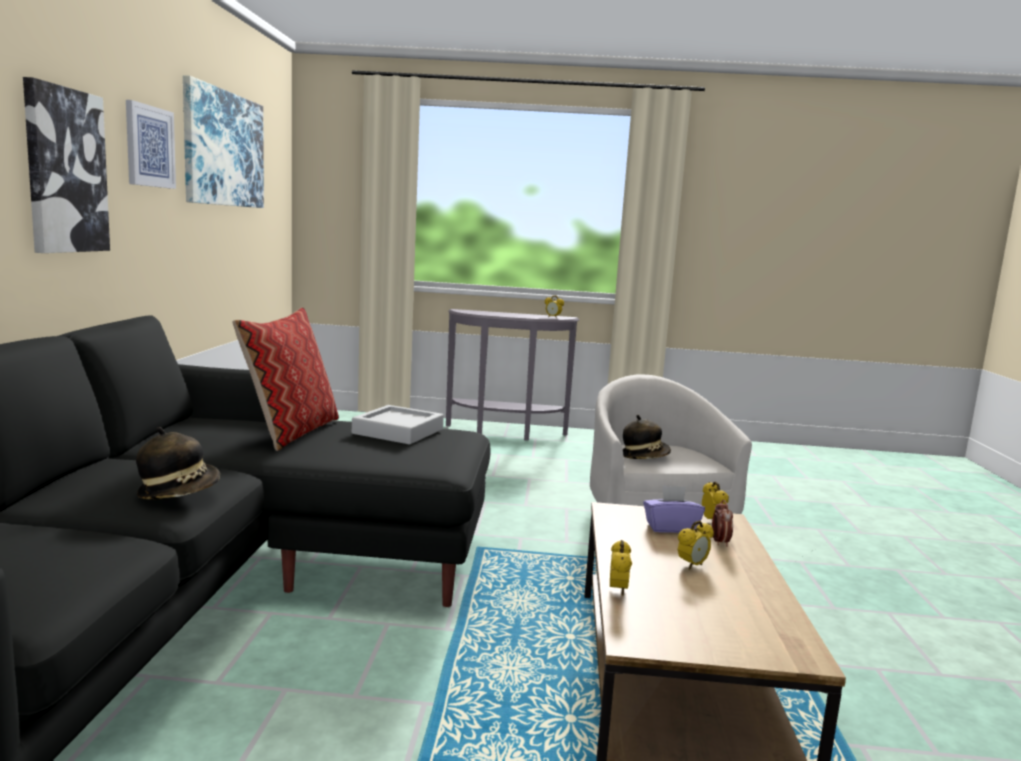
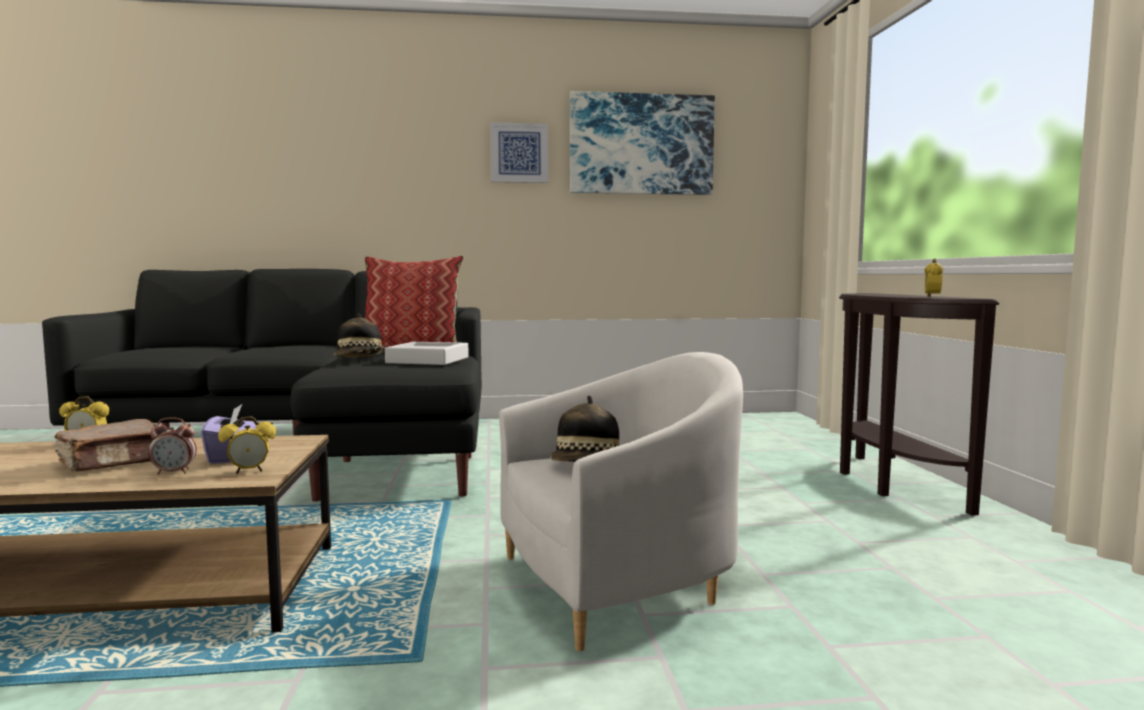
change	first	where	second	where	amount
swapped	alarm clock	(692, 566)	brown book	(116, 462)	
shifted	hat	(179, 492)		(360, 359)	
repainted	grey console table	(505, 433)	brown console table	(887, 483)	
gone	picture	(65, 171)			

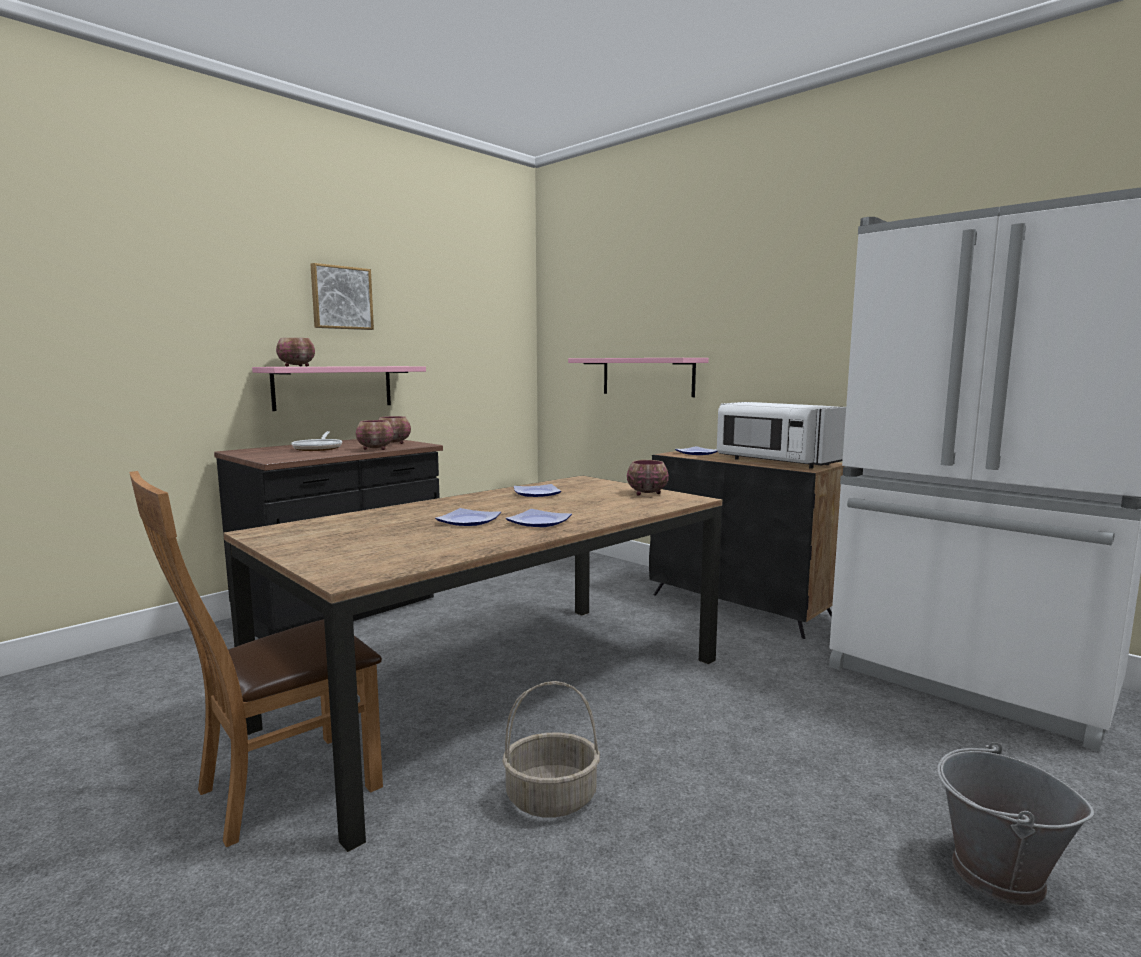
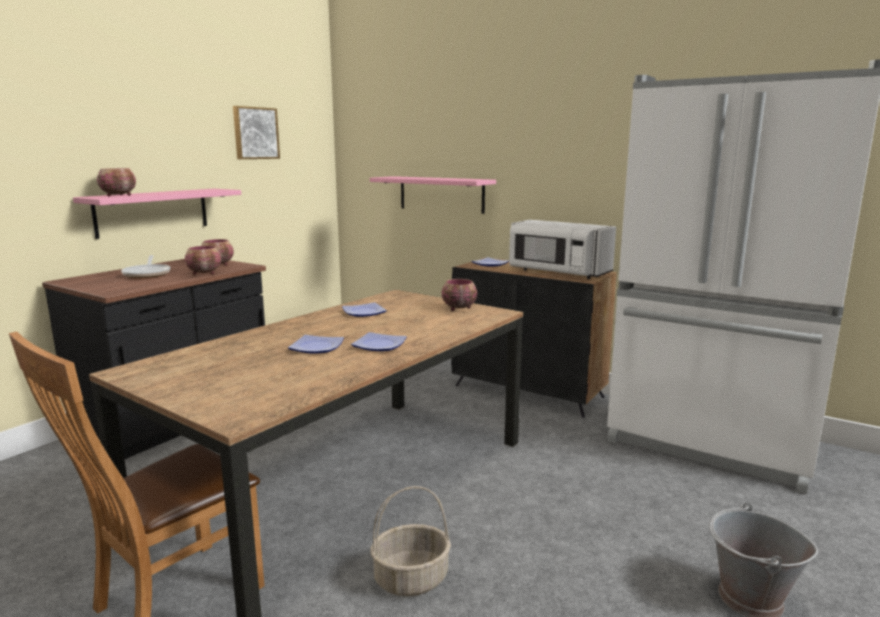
change	first	where	second	where	amount
shifted	picture	(341, 298)		(255, 133)	

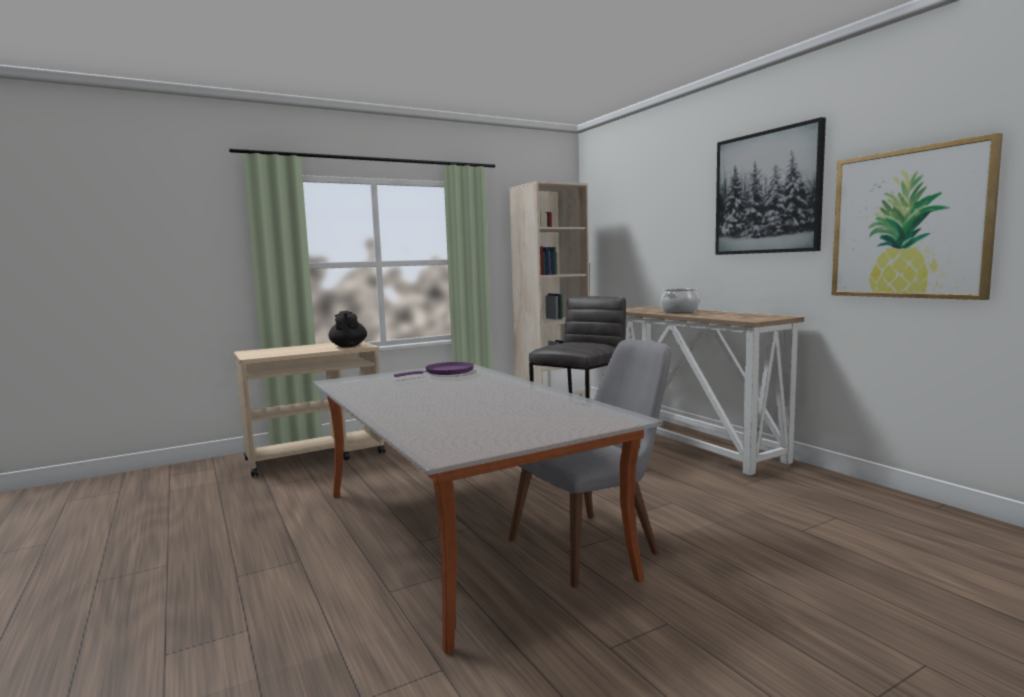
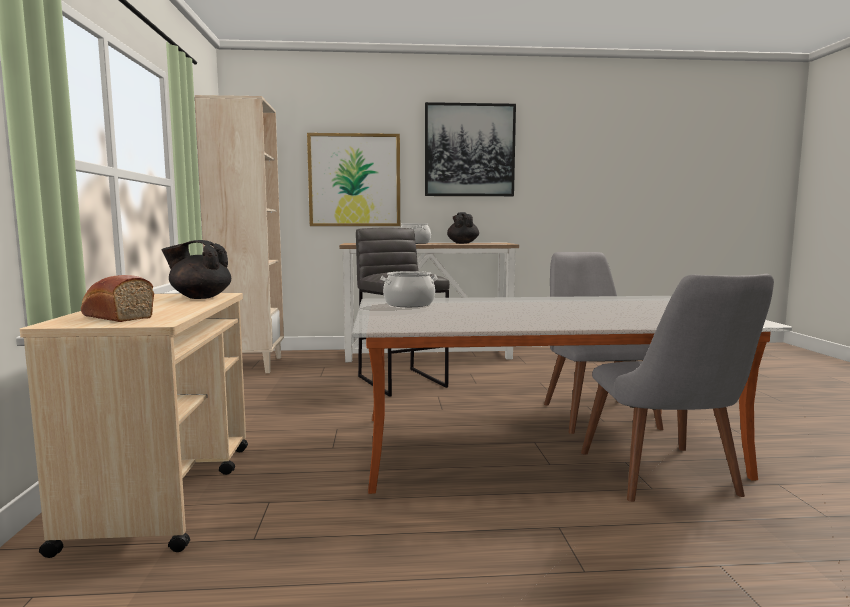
change	first	where	second	where	amount
new			bread	(115, 316)	
shifted	picture	(908, 224)		(354, 180)	
swapped	purple frying pan	(446, 372)	cooking pot	(409, 304)	
new			black teapot	(462, 243)	
new			grey chair	(668, 481)	

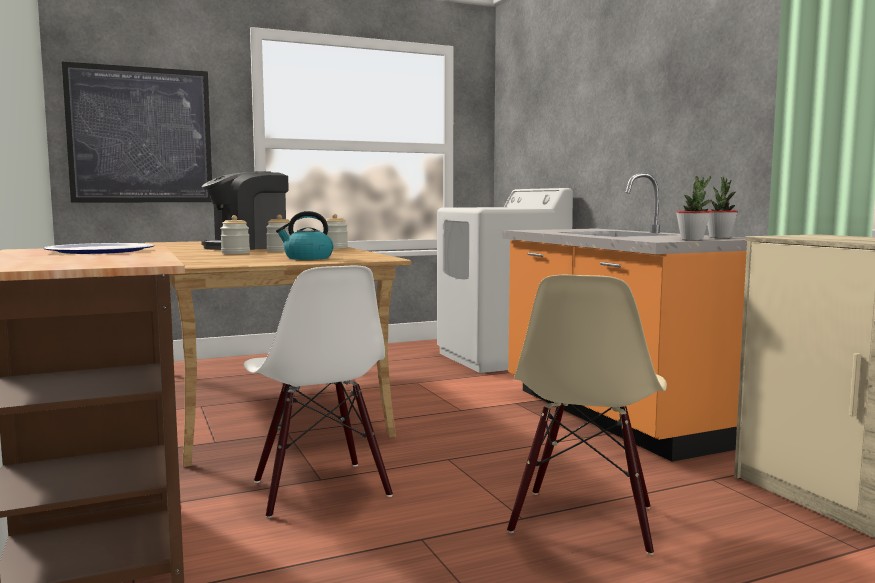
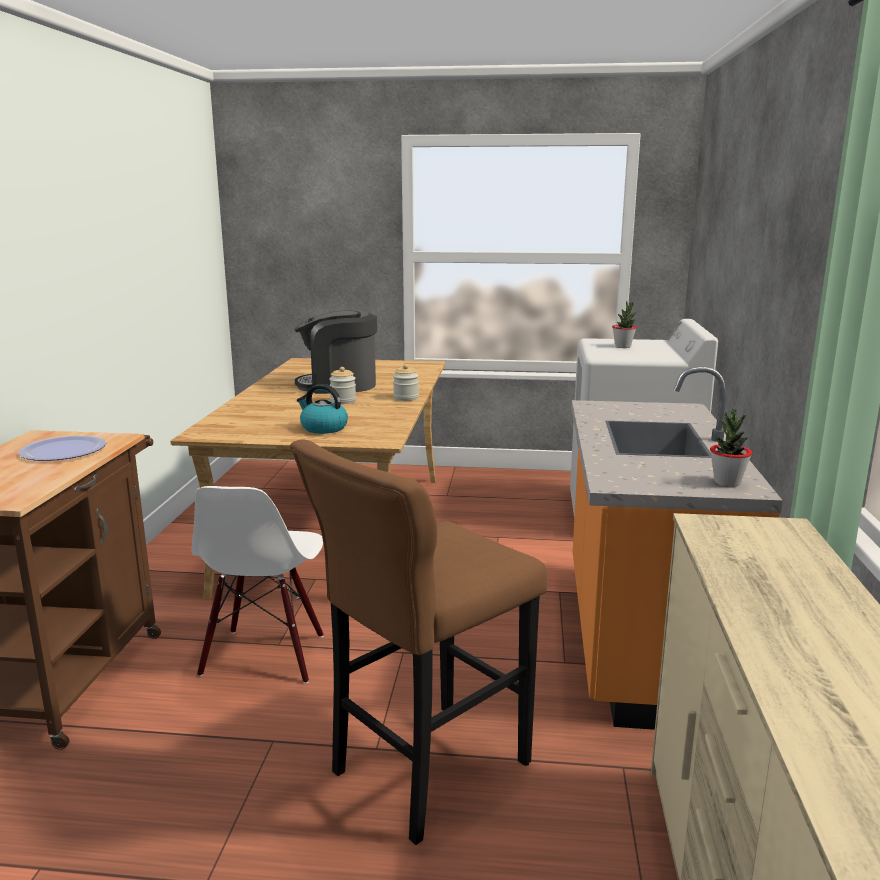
change	first	where	second	where	amount
swapped	beige chair	(584, 520)	brown stool	(424, 772)	
shifted	potted plant	(692, 239)		(623, 346)	
gone	picture	(140, 135)			
gone	jar	(235, 253)			

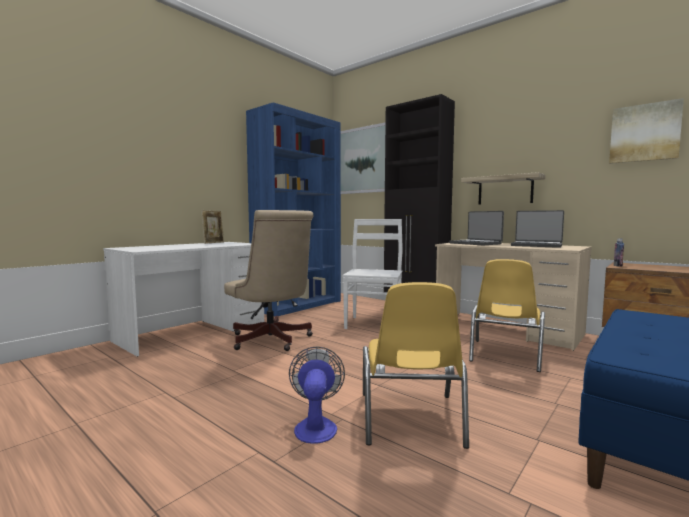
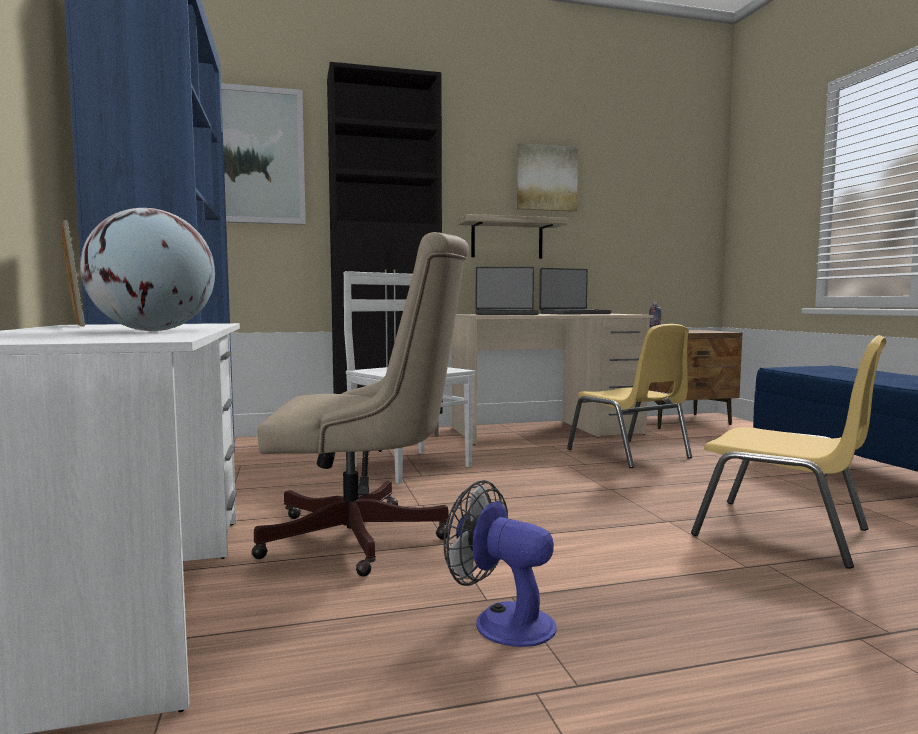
change	first	where	second	where	amount
new			globe	(153, 331)	
shifted	fan	(316, 425)		(501, 621)	
shifted	picture	(644, 133)		(546, 178)	

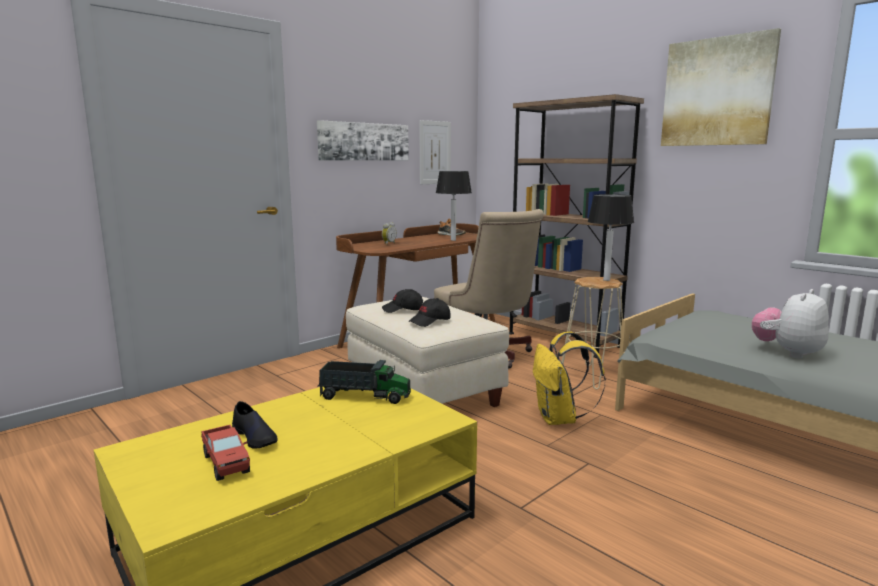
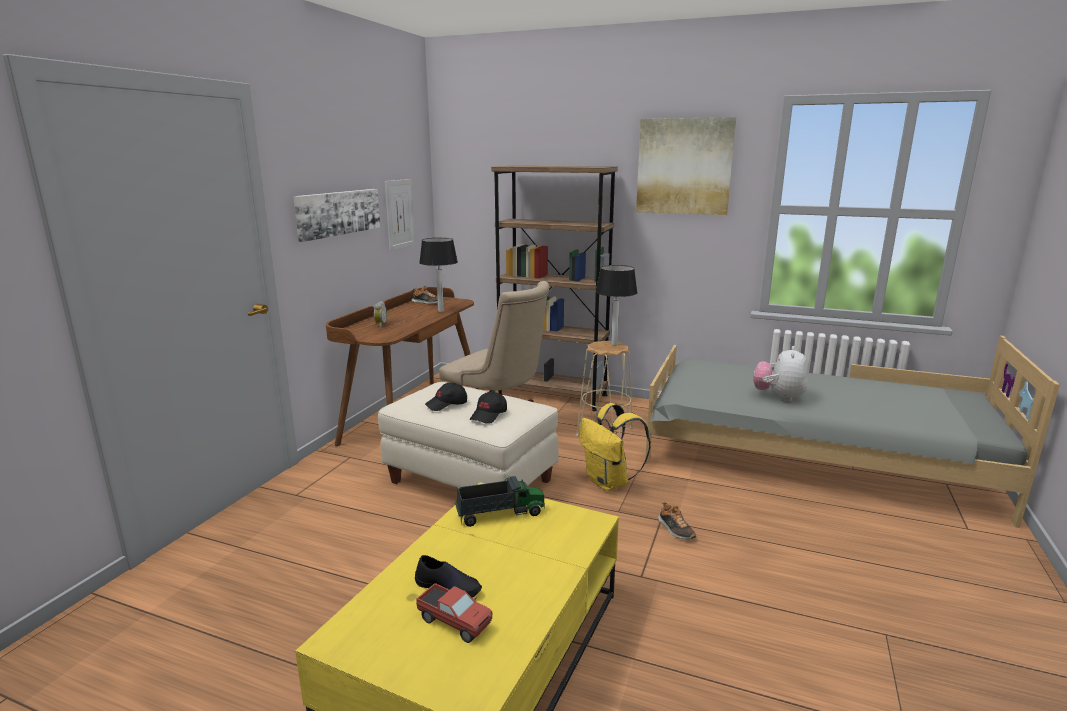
change	first	where	second	where	amount
new			shoe	(675, 529)	

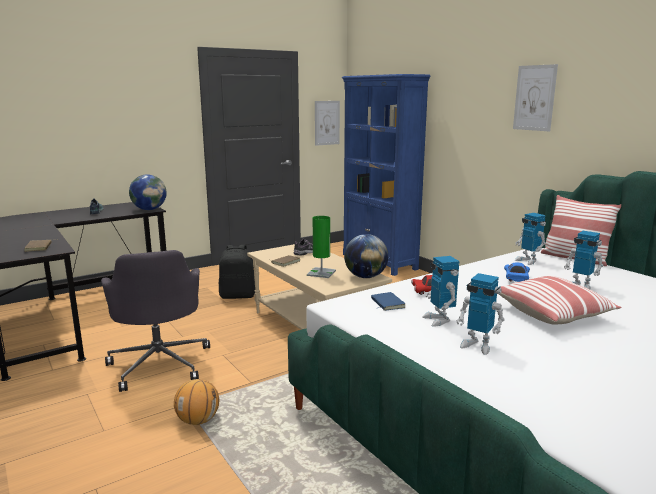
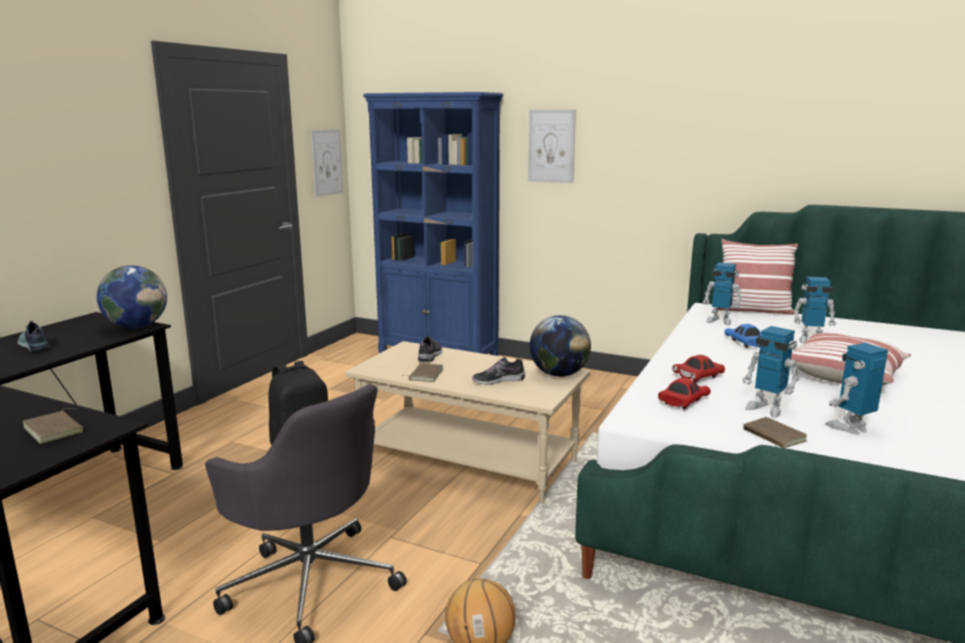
change	first	where	second	where	amount
swapped	green table lamp	(321, 273)	shoe	(498, 381)	
shifted	picture	(534, 98)		(551, 146)	
swapped	blue book	(386, 303)	red toy car	(682, 402)	
new			brown book	(772, 436)	
rotated	toy robot	(477, 345)		(850, 428)	150 degrees clockwise

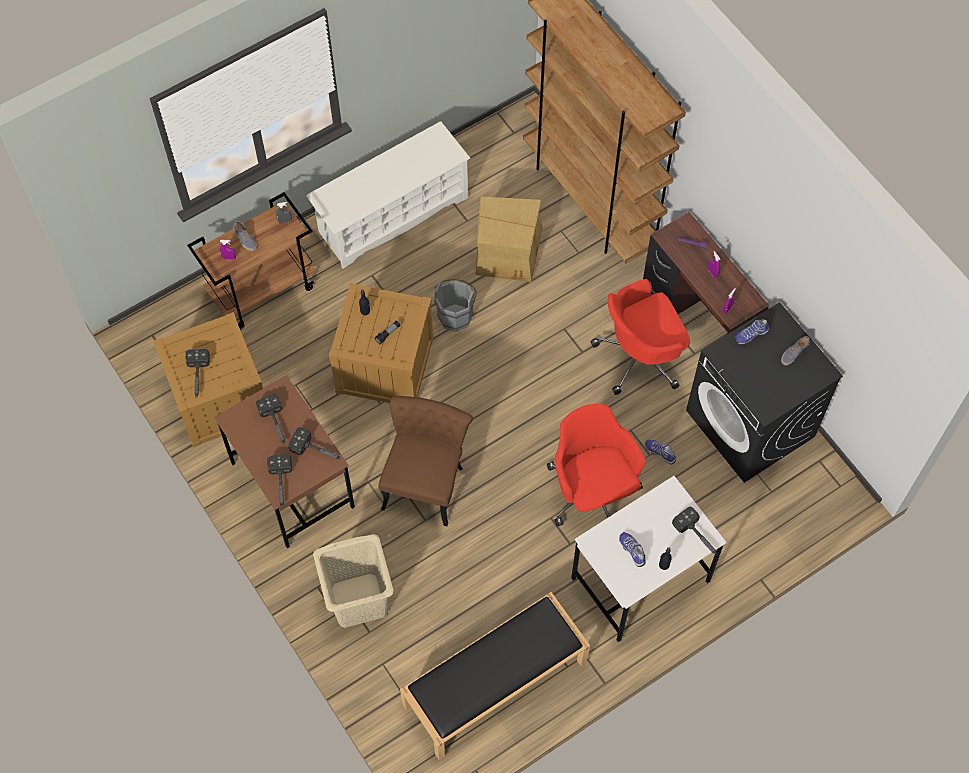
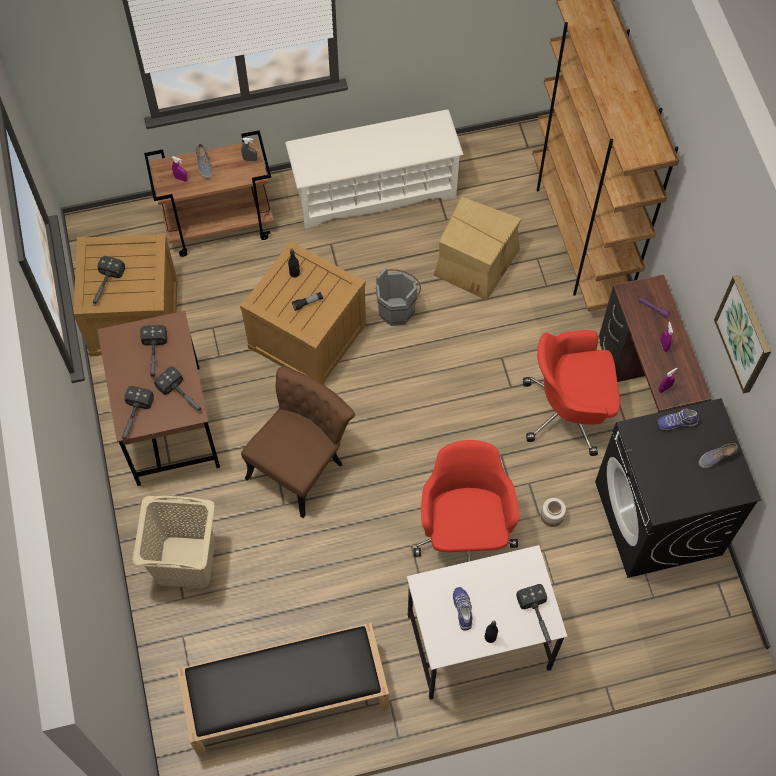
change	first	where	second	where	amount
swapped	shoe	(660, 452)	jar	(551, 516)	
new			picture	(744, 334)	

